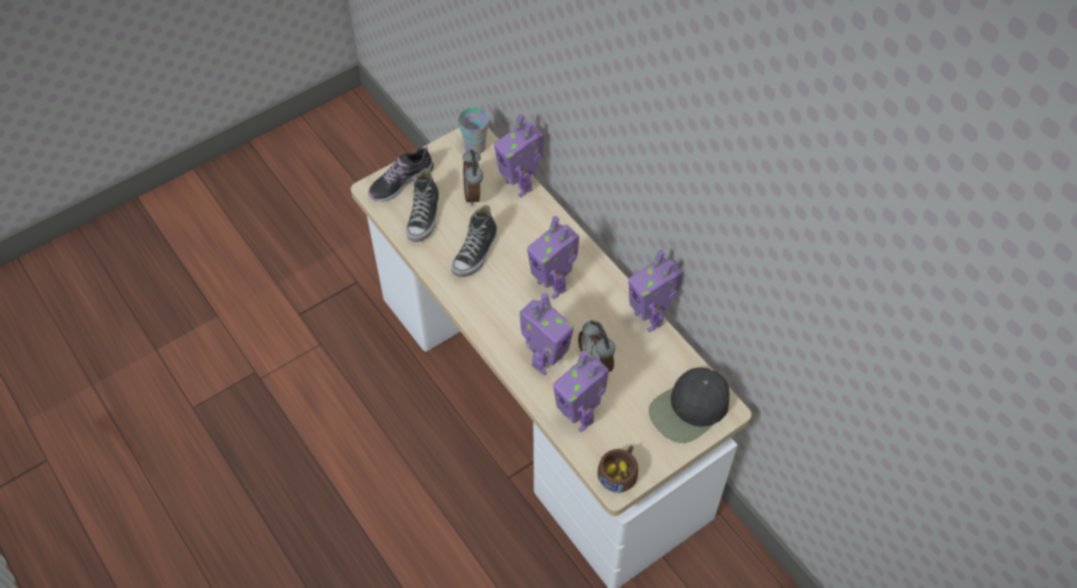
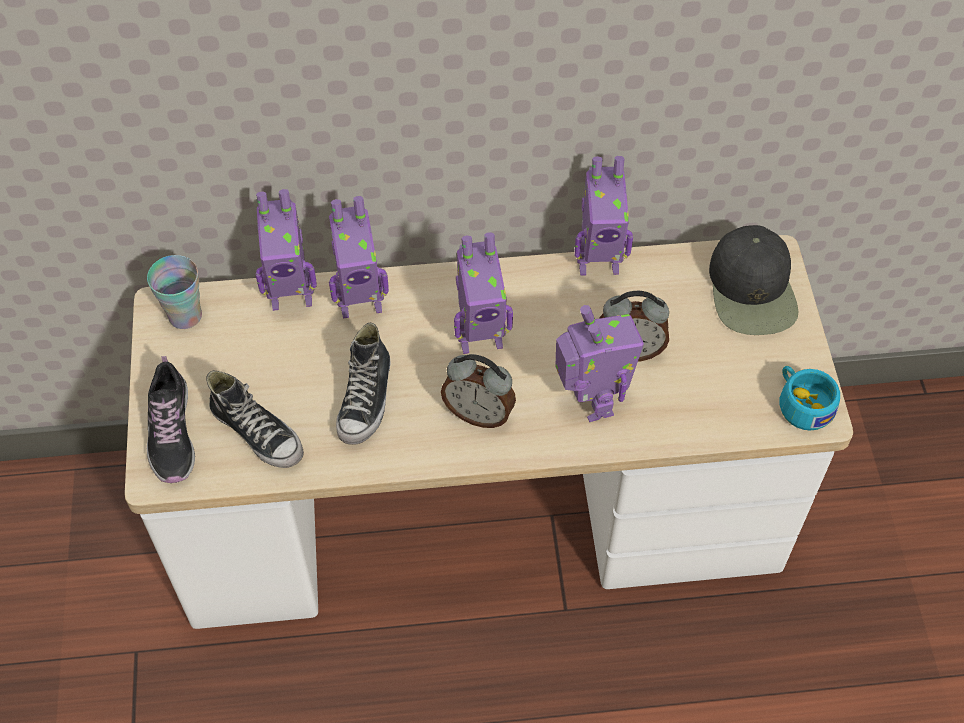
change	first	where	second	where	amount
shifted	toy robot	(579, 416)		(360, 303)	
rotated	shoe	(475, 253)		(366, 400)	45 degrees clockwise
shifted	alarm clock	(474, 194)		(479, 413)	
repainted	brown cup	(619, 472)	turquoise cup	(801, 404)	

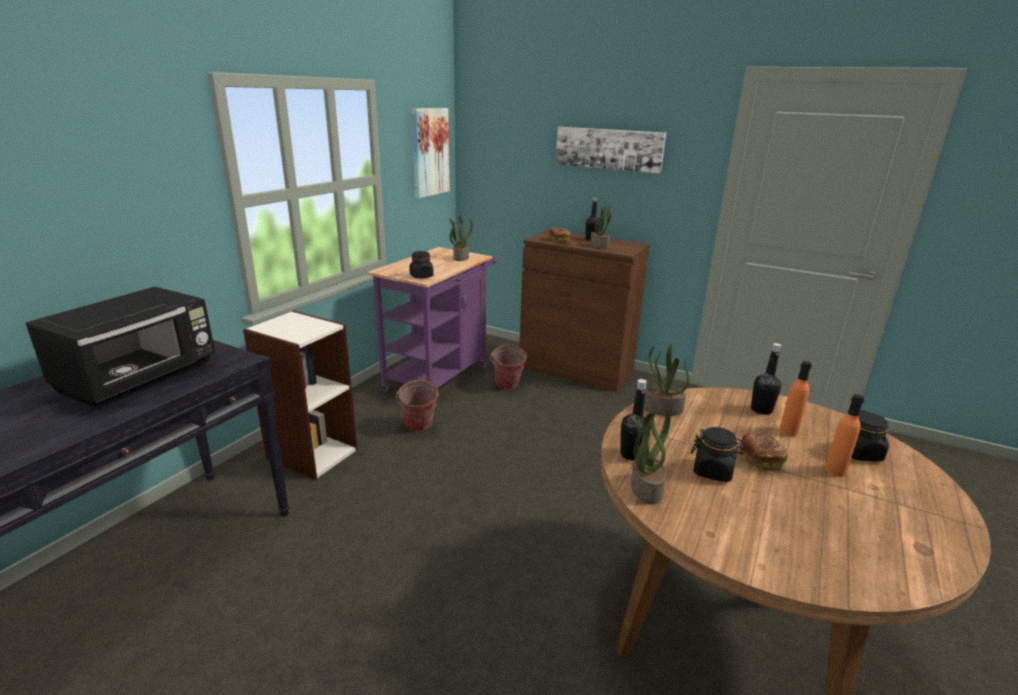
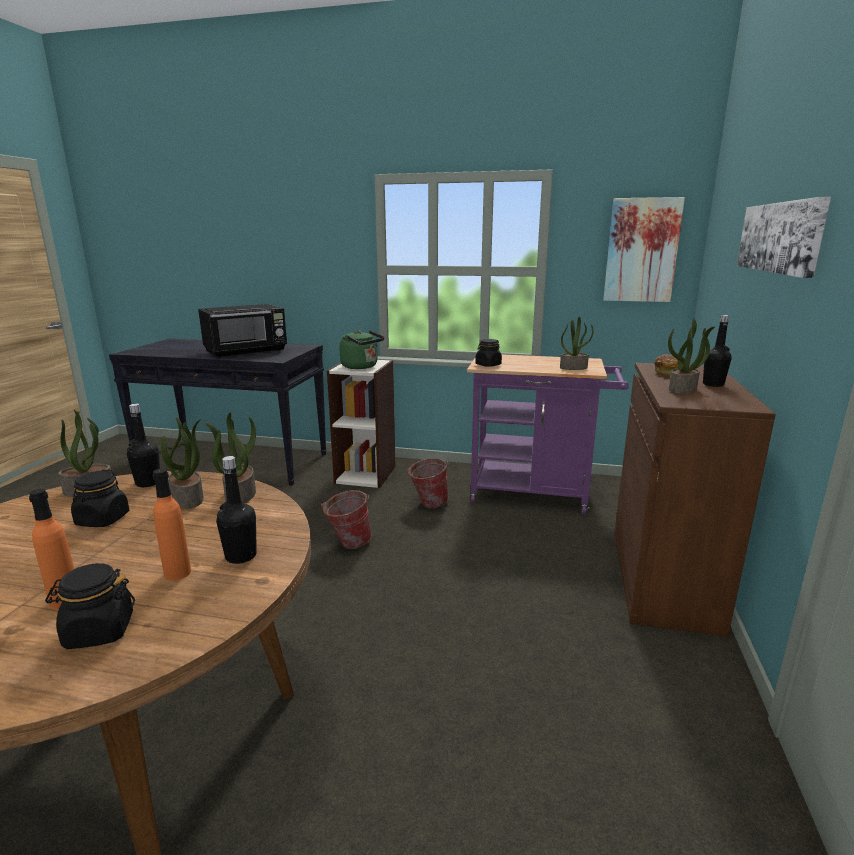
change	first	where	second	where	amount
new			potted plant	(188, 499)	
rotated	black microwave	(141, 378)		(247, 351)	45 degrees counterclockwise
shifted	bucket	(507, 387)		(348, 543)	
new			green kettle	(361, 367)	
gone	bread	(760, 459)			

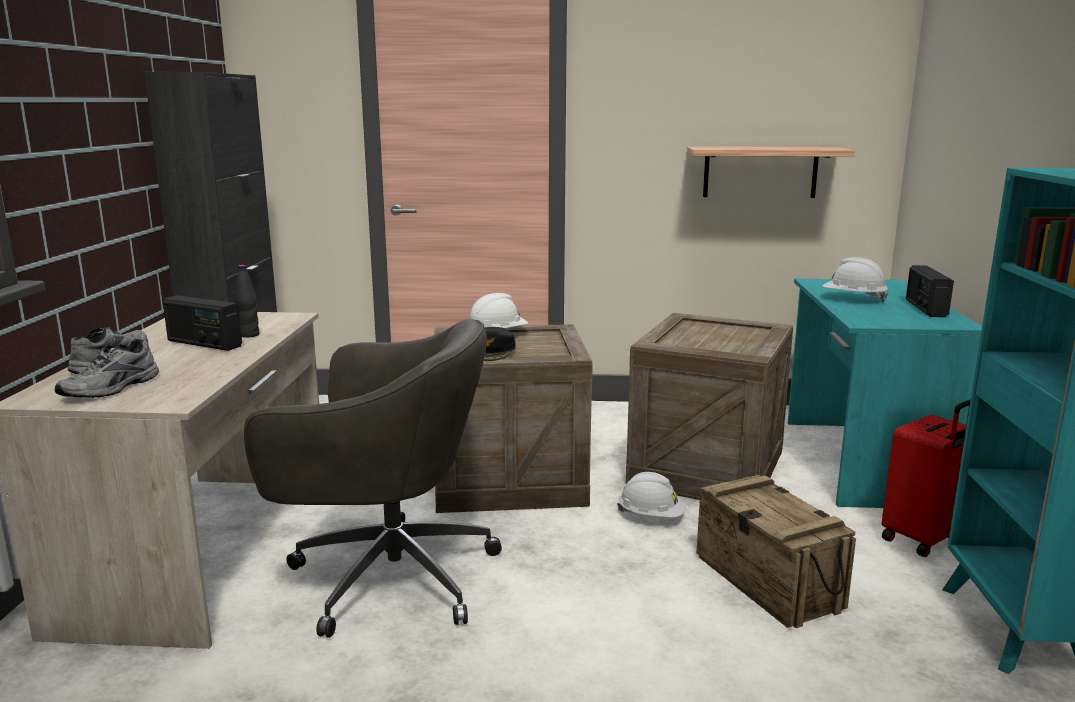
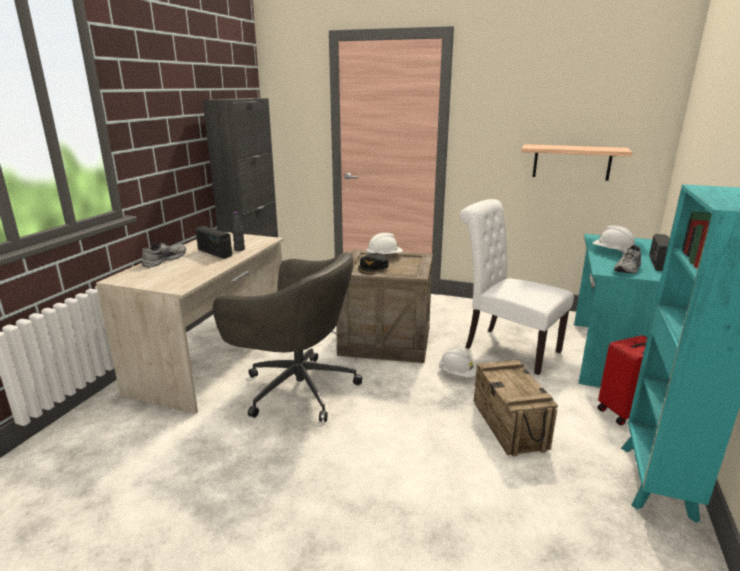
change	first	where	second	where	amount
swapped	crate	(706, 468)	white chair	(506, 348)	
shifted	grey shoe	(113, 388)		(628, 269)	

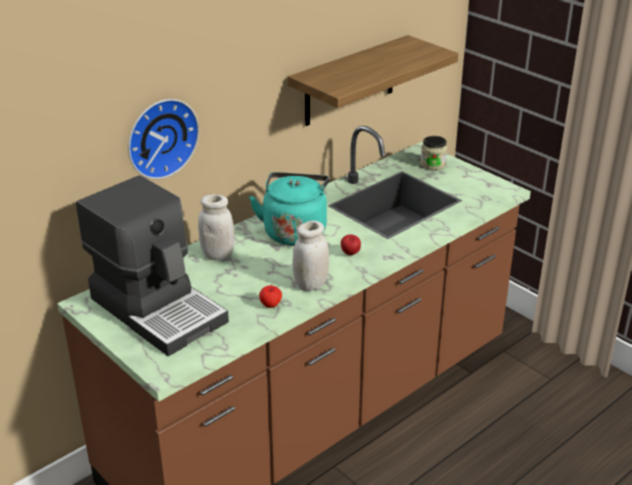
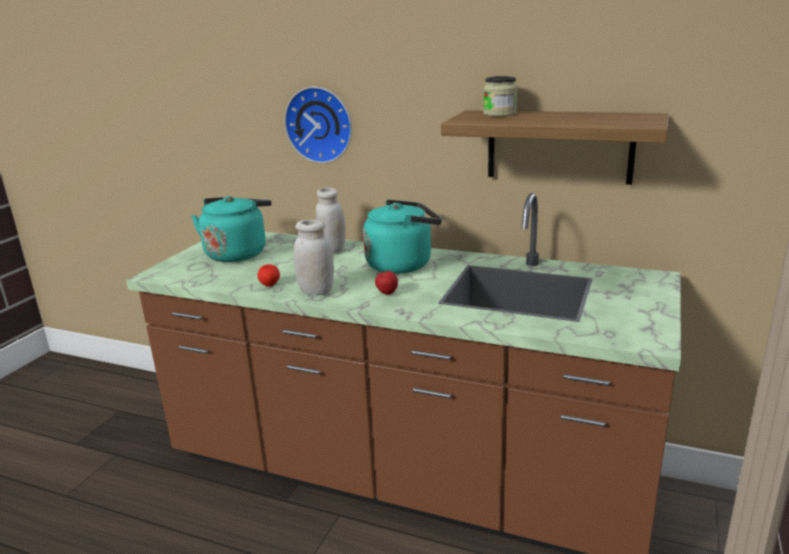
change	first	where	second	where	amount
swapped	coffee machine	(159, 309)	turquoise kettle	(237, 253)	
shifted	jar	(433, 164)		(499, 114)	

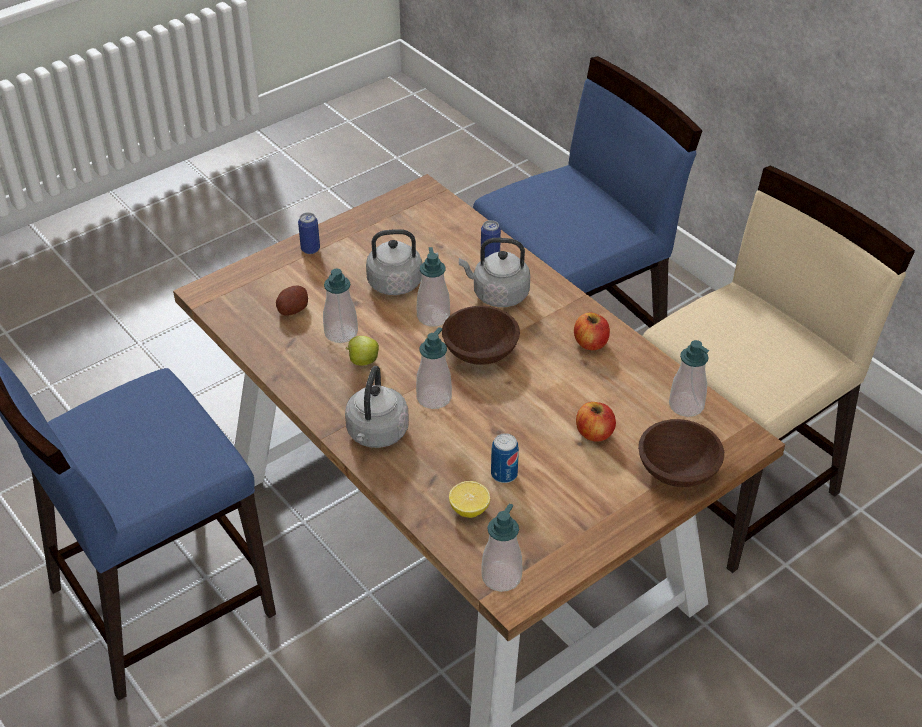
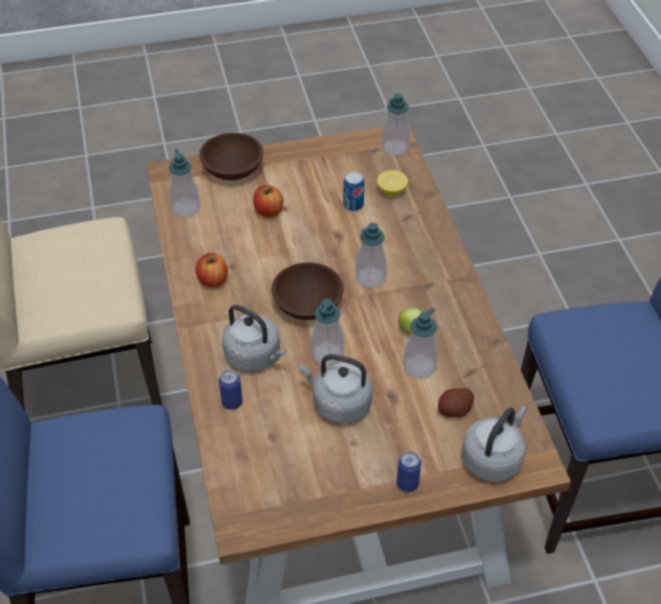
change	first	where	second	where	amount
shifted	grey kettle	(376, 434)		(493, 458)	

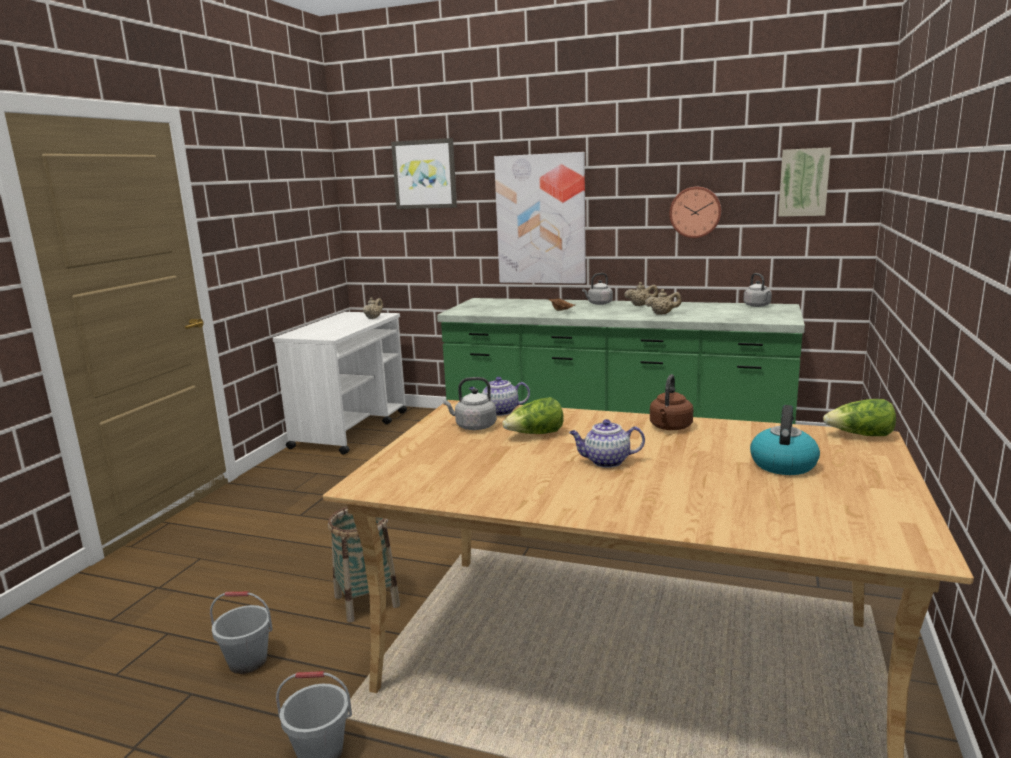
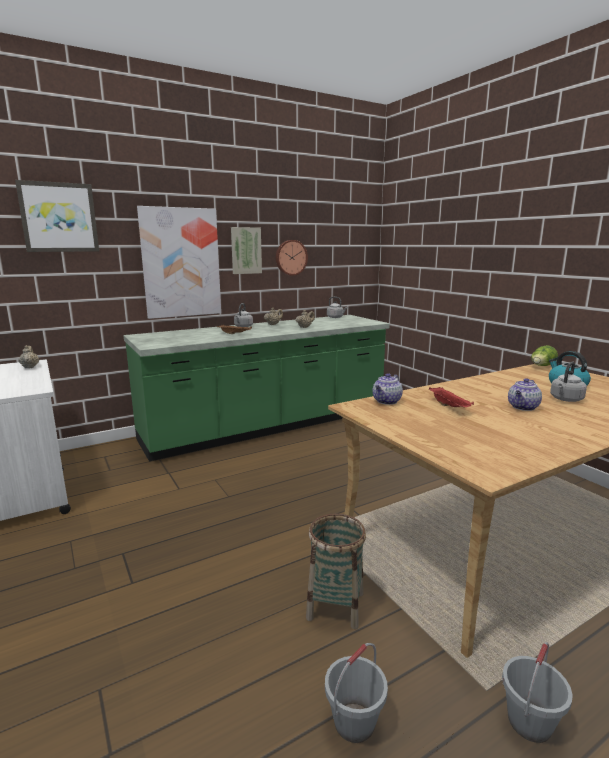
change	first	where	second	where	amount
shifted	picture	(803, 182)		(245, 250)	
swapped	lettuce	(535, 434)	red tray	(449, 406)	
shifted	grey kettle	(473, 426)		(565, 399)	
gone	brown kettle	(670, 427)			

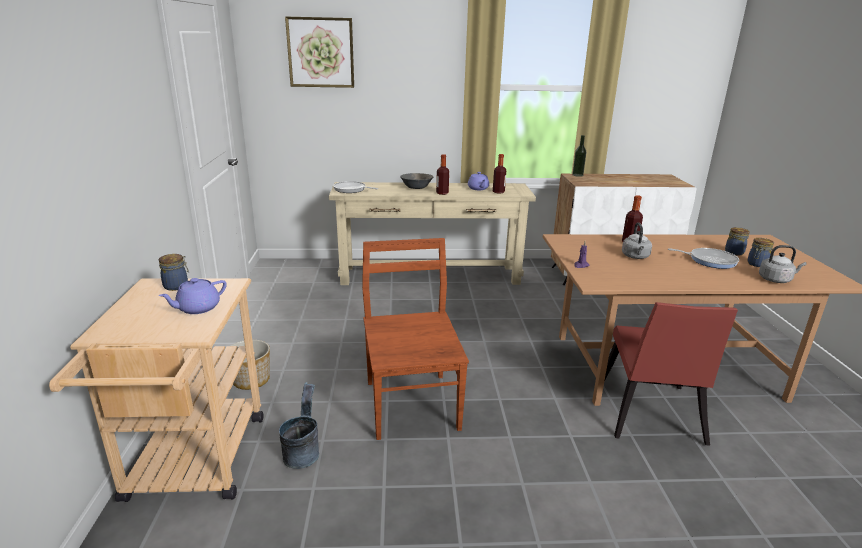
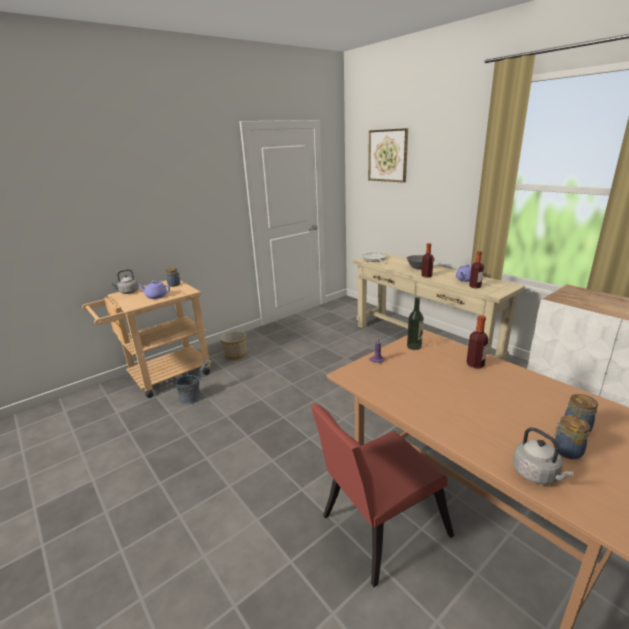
change	first	where	second	where	amount
shifted	grey kettle	(635, 257)		(128, 292)	
shifted	bottle	(577, 175)		(414, 346)	
gone	brown chair	(411, 403)			
gone	frying pan	(709, 260)			

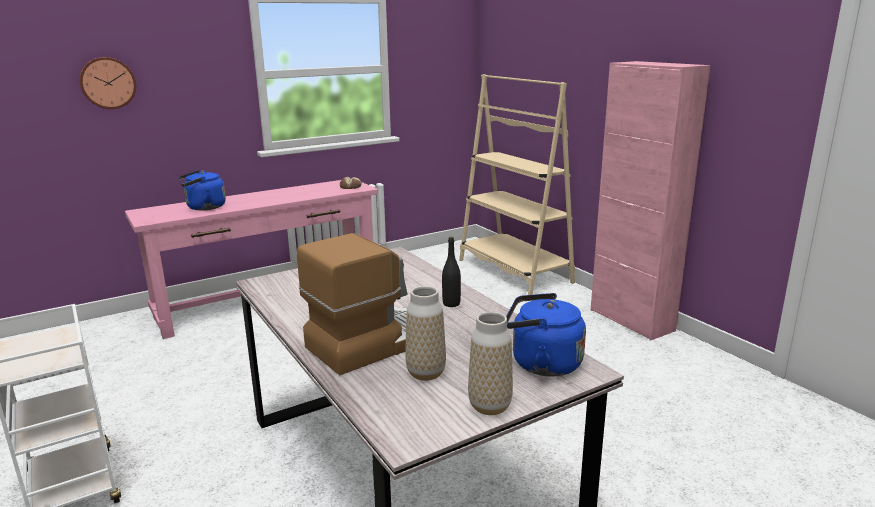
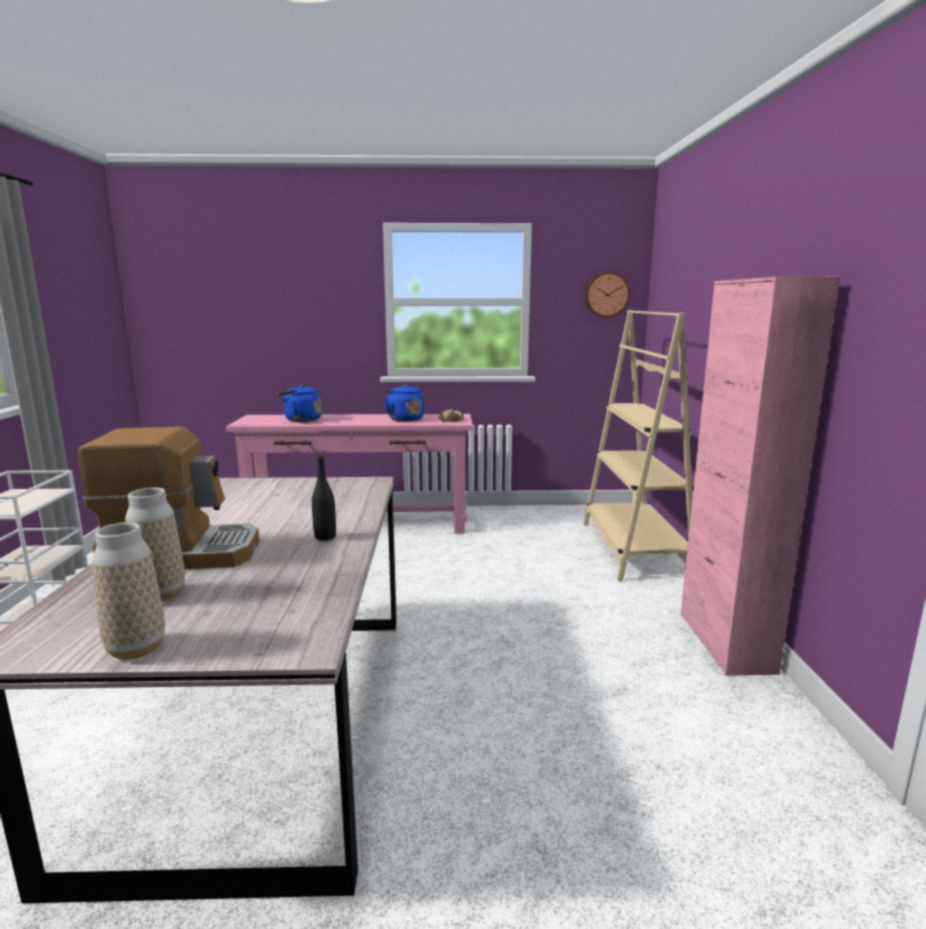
change	first	where	second	where	amount
shifted	blue kettle	(541, 363)		(403, 419)	
shifted	wall clock	(107, 83)		(606, 294)	

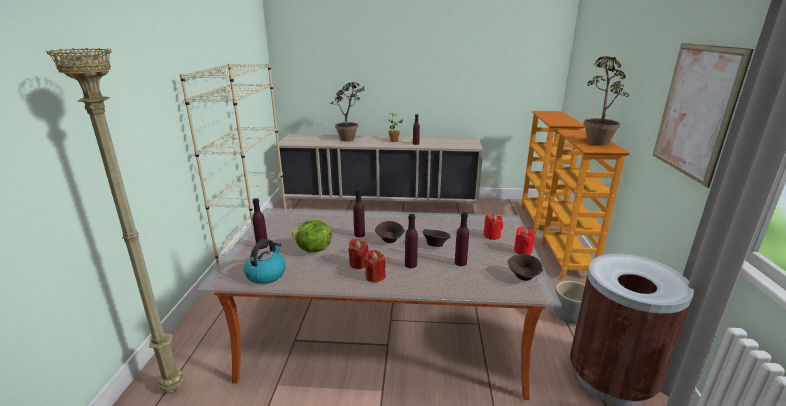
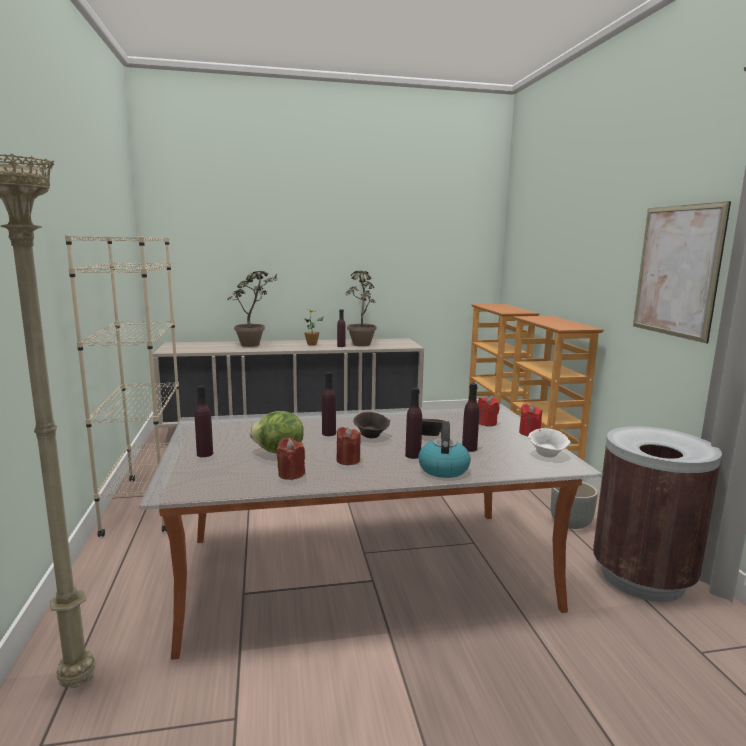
change	first	where	second	where	amount
shifted	red candle	(375, 277)		(291, 474)	
shifted	potted plant	(595, 141)		(361, 343)	
shifted	kettle	(266, 274)		(443, 469)	
repainted	brown bowl	(524, 277)	white bowl	(547, 455)	

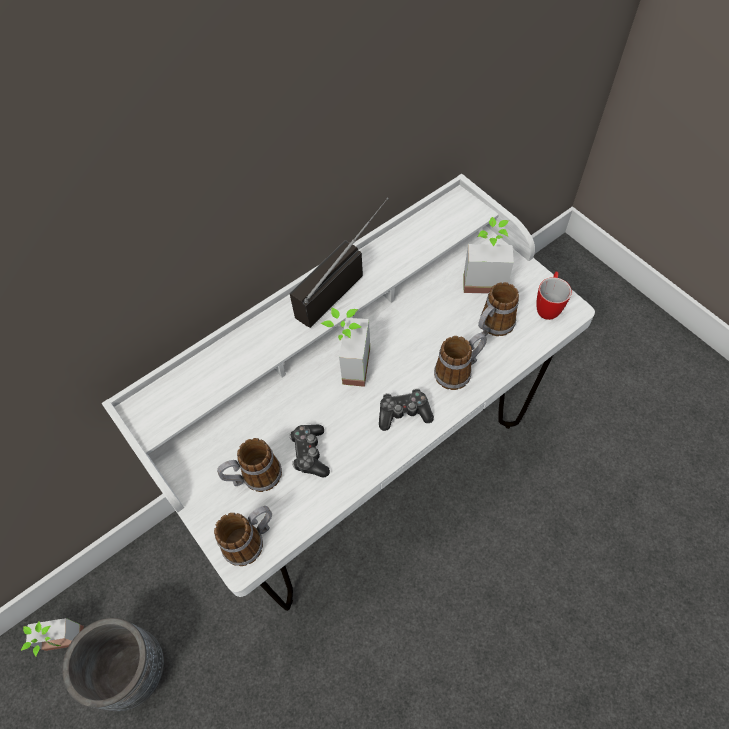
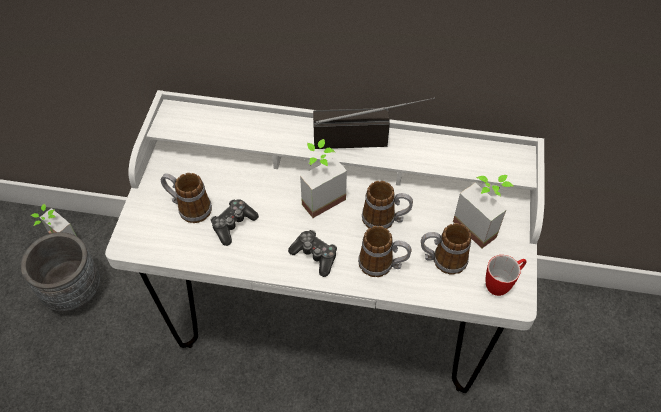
change	first	where	second	where	amount
shifted	mug	(250, 540)		(385, 219)	

